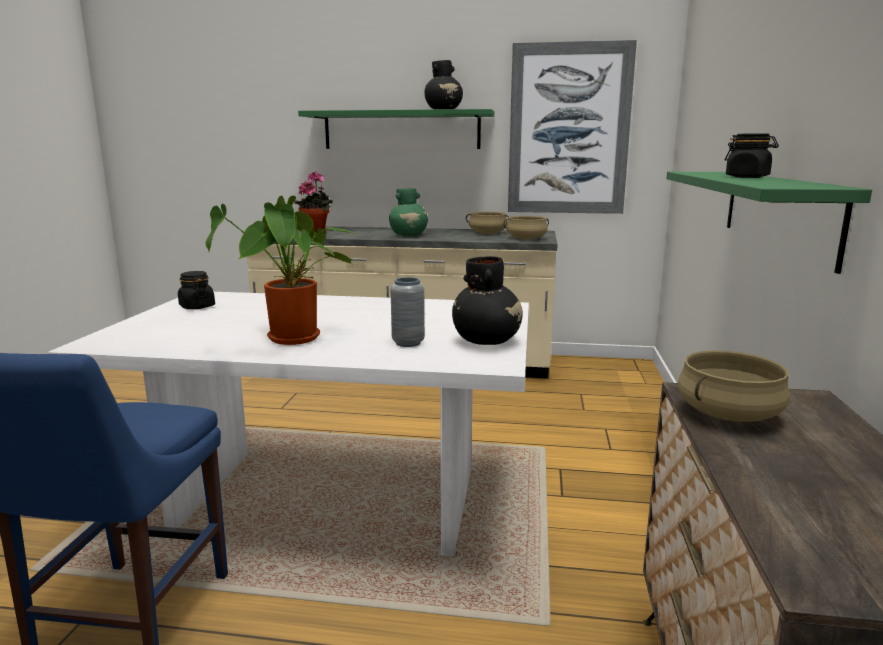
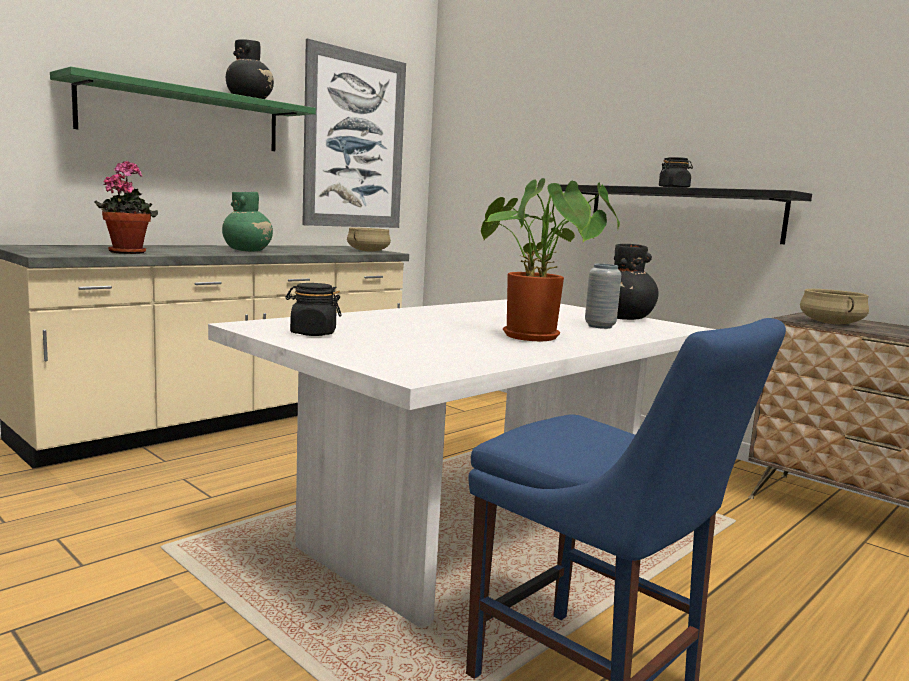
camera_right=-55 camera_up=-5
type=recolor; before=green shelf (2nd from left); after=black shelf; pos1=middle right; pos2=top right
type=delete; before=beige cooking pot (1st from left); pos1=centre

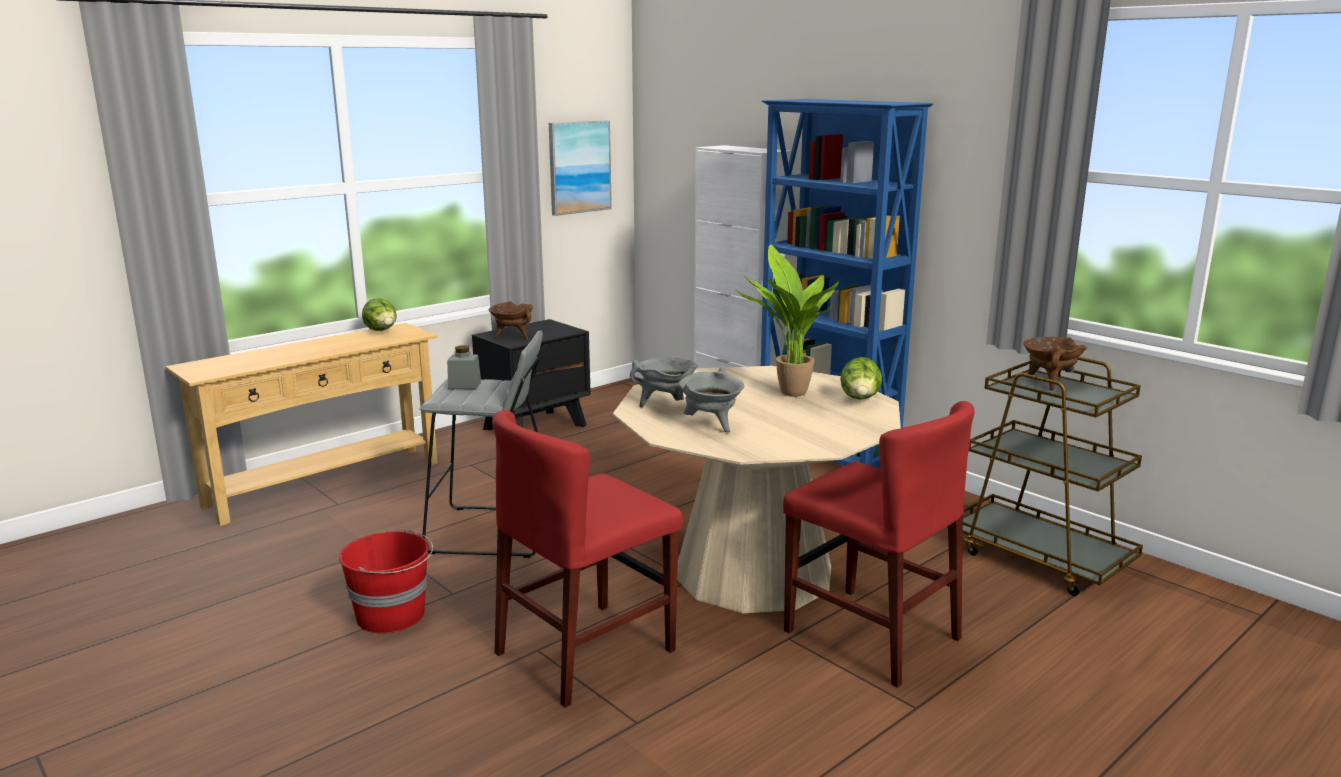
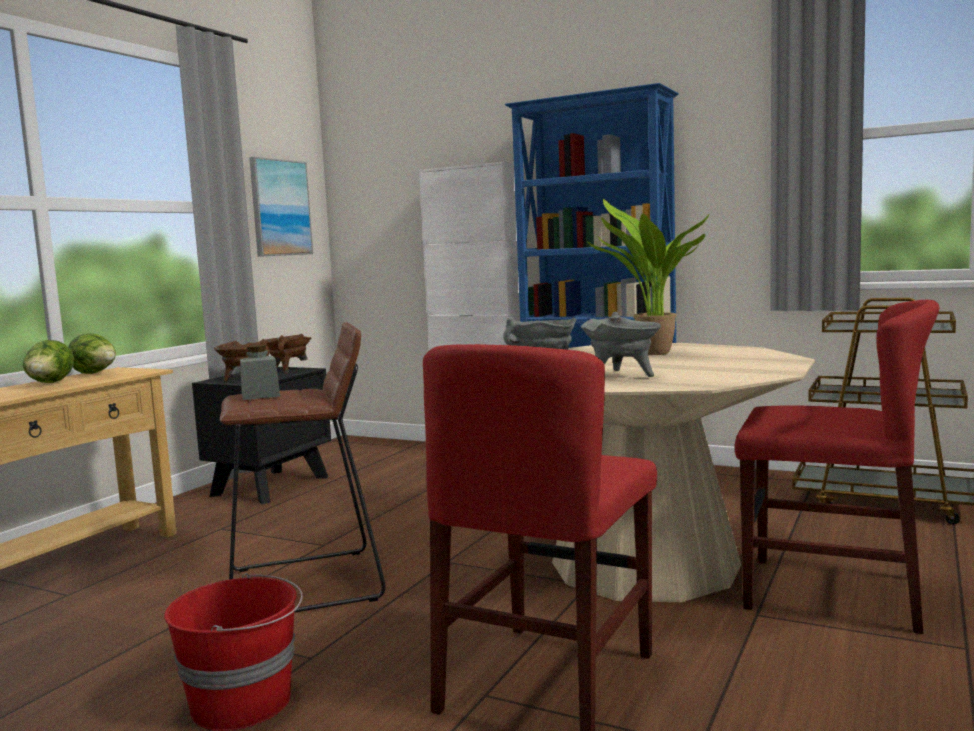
camera_right=-20 camera_up=-10
type=move; before=lettuce (2nd from left in the first image); after=lettuce (1st from left); pos1=centre; pos2=middle left
type=recolor; before=grey stool; after=brown stool; pos1=centre; pos2=middle left
type=move; before=brown cooking pot (2nd from left); pos1=middle right; pos2=middle left

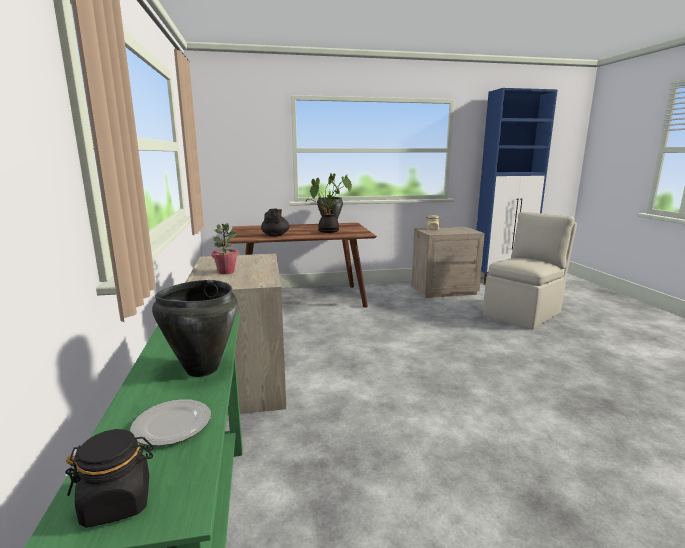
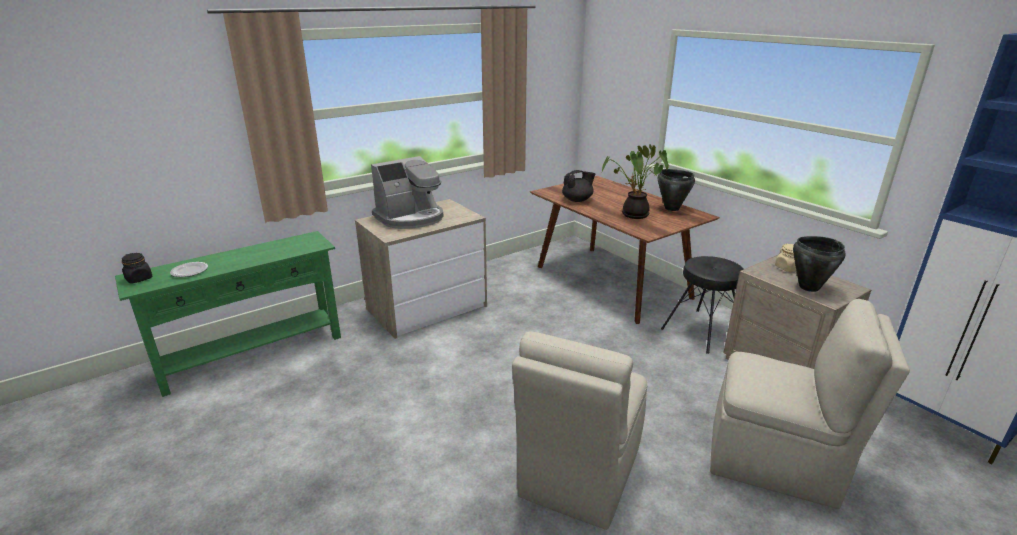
camera_right=65 camera_up=10
type=replace; before=potted plant (1st from left); after=coffee machine; pos1=middle left; pos2=centre
type=insert; after=beige chair (1st from left); pos2=bottom centre
type=insert; after=black stool; pos2=middle right
type=move; before=black cooking pot (1st from left in the first image); after=black cooking pot (2nd from left); pos1=middle left; pos2=middle right

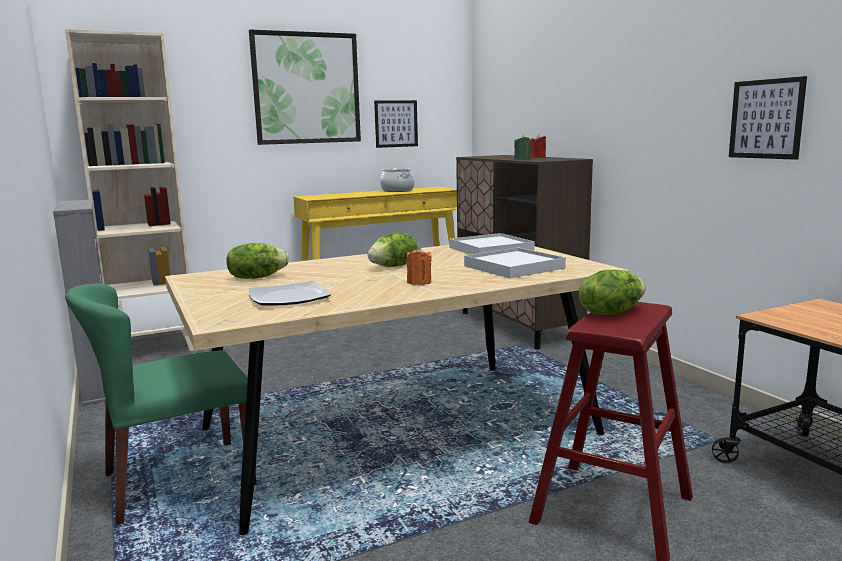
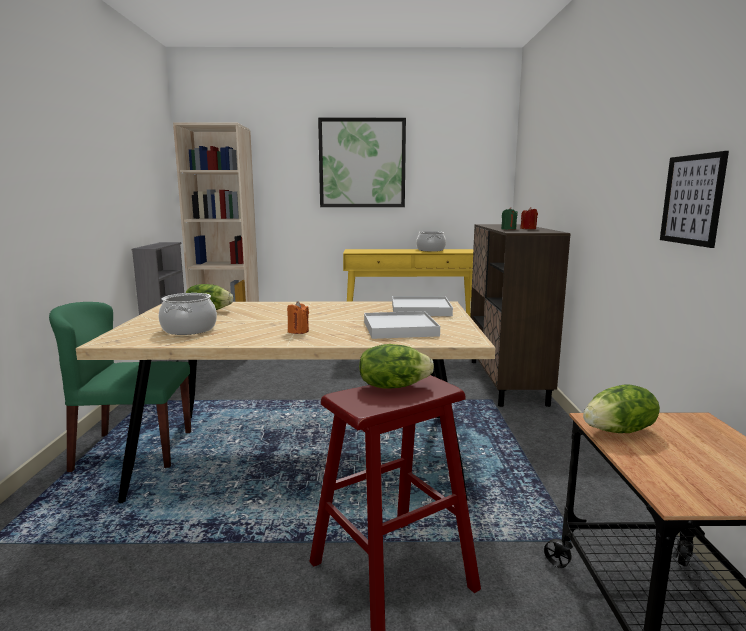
camera_right=25 camera_up=0
type=replace; before=plate; after=cooking pot (1st from left); pos1=centre; pos2=middle left
type=move; before=lettuce (2nd from left in the first image); after=lettuce (3rd from left); pos1=centre; pos2=middle right
type=delete; before=picture (2nd from left); pos1=top centre

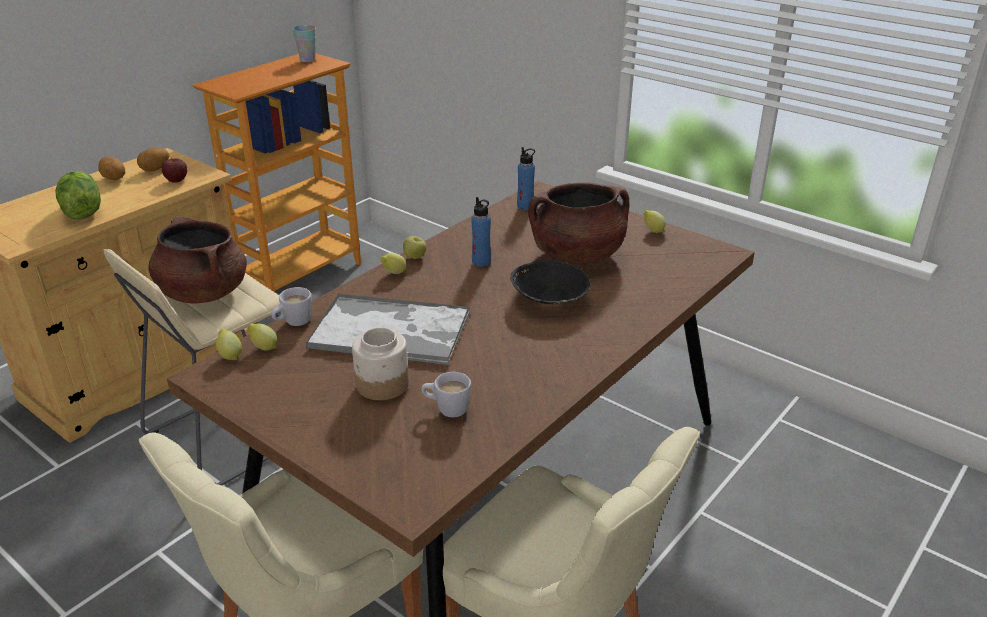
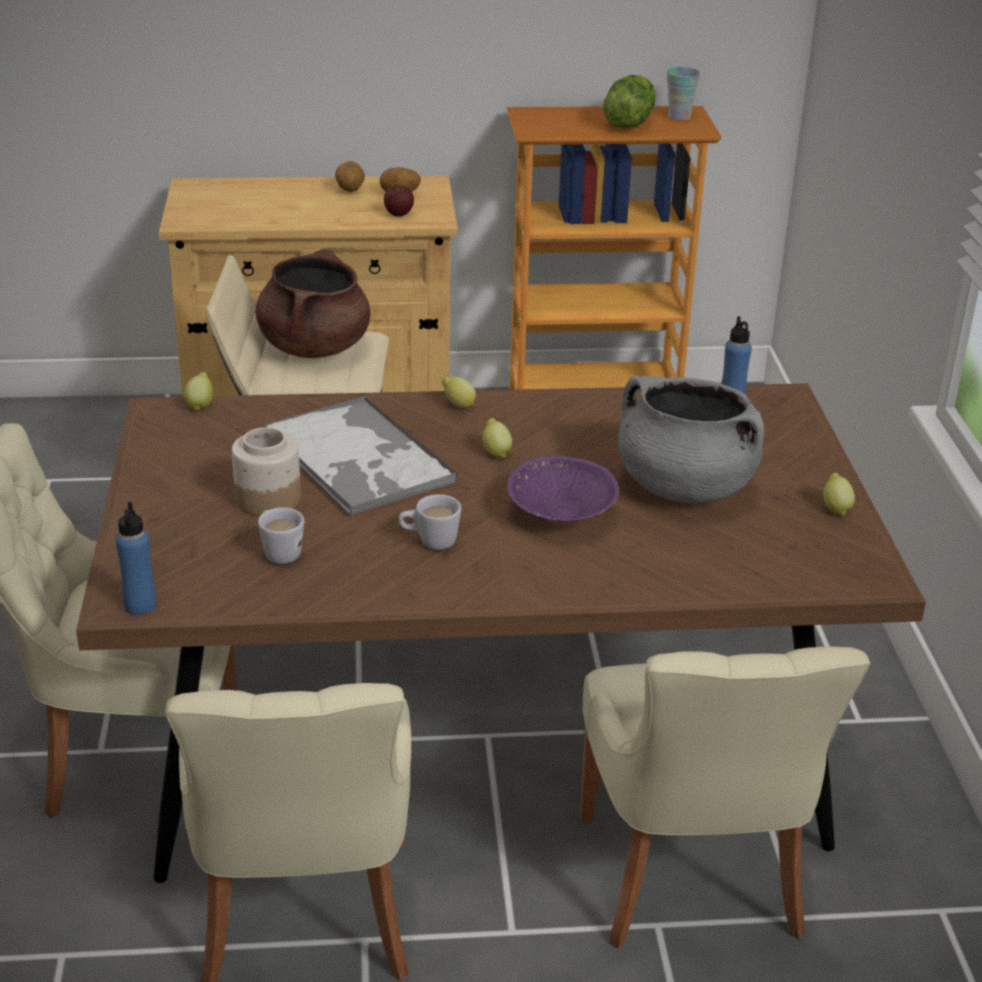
camera_right=45 camera_up=0
type=move; before=blue bottle (1st from left); pos1=centre; pos2=middle left
type=move; before=white mug (1st from left in the first image); after=white mug (2nd from left); pos1=middle left; pos2=centre
type=move; before=lemon (2nd from left in the first image); after=lemon (3rd from left); pos1=middle left; pos2=centre
type=recolor; before=black bowl; after=purple bowl; pos1=centre; pos2=centre
type=insert; after=beige chair (3rd from left); pos2=bottom right
type=move; before=lettuce; pos1=top left; pos2=top centre
type=recolor; before=brown cooking pot (2nd from left); after=grey cooking pot; pos1=centre; pos2=middle right
type=delete; before=apple (2nd from left); pos1=centre

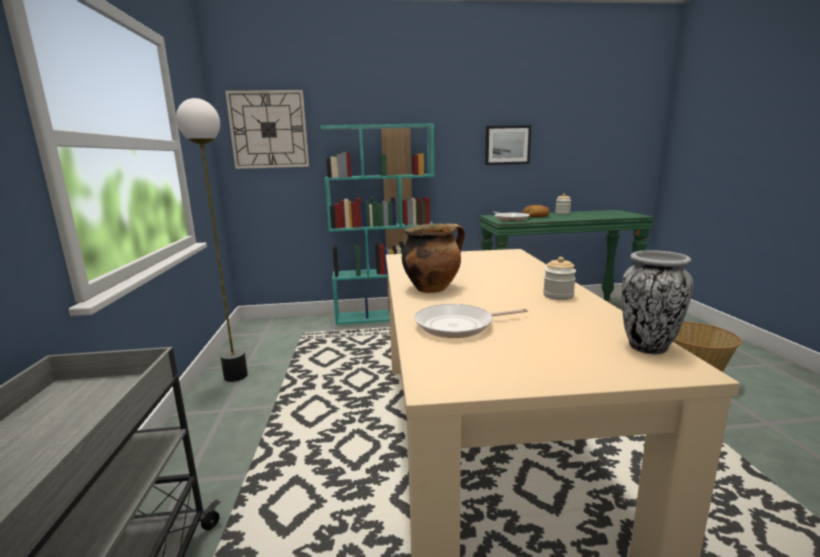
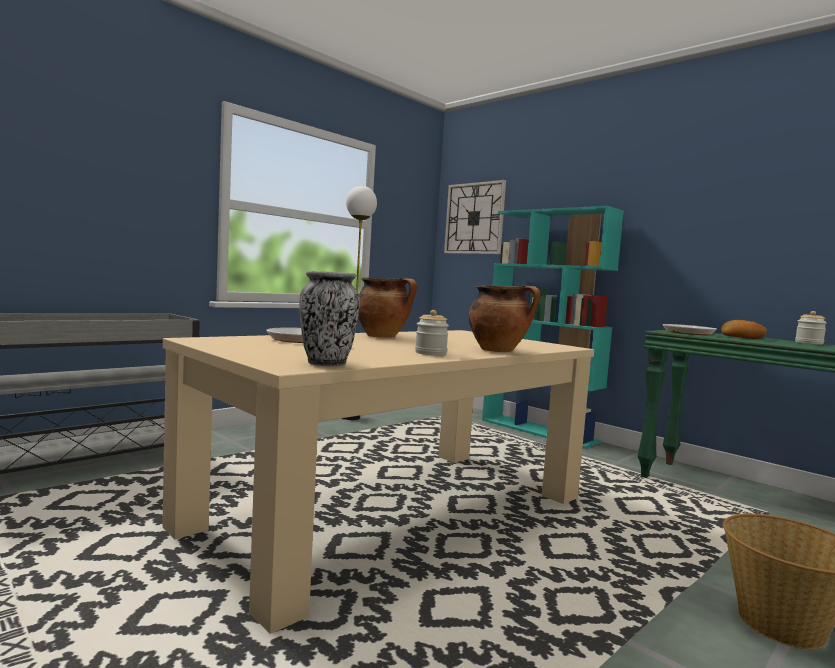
camera_right=50 camera_up=-10
type=insert; after=cooking pot (2nd from left); pos2=centre
type=delete; before=picture; pos1=top centre

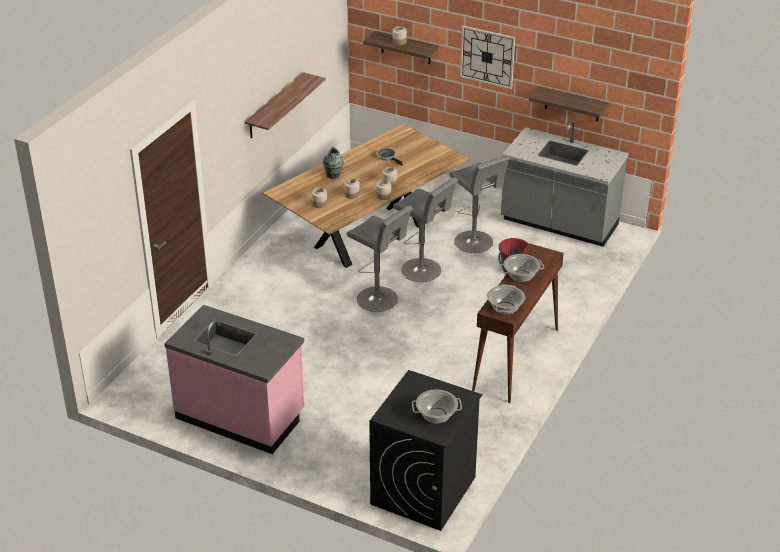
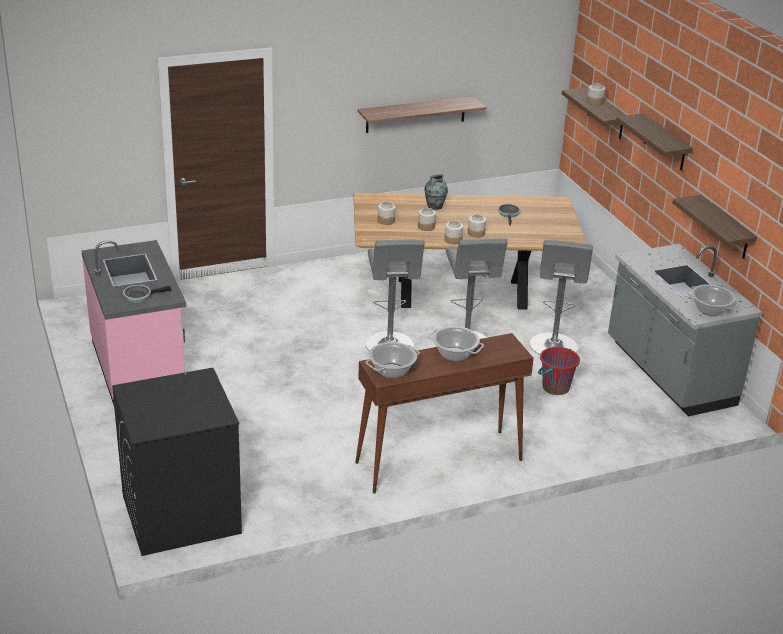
camera_right=40 camera_up=-5
type=insert; after=frying pan (1st from left); pos2=middle left
type=replace; before=wall clock; after=shelf (3rd from left); pos1=top centre; pos2=top right
type=move; before=cooking pot (1st from left in the first image); after=cooking pot (3rd from left); pos1=bottom centre; pos2=middle right

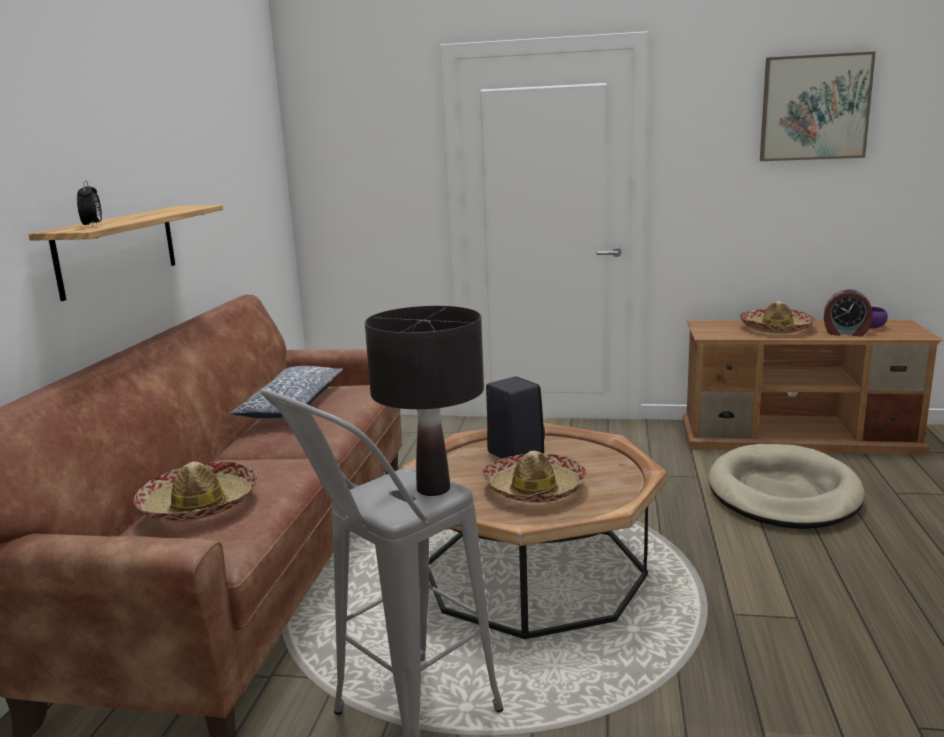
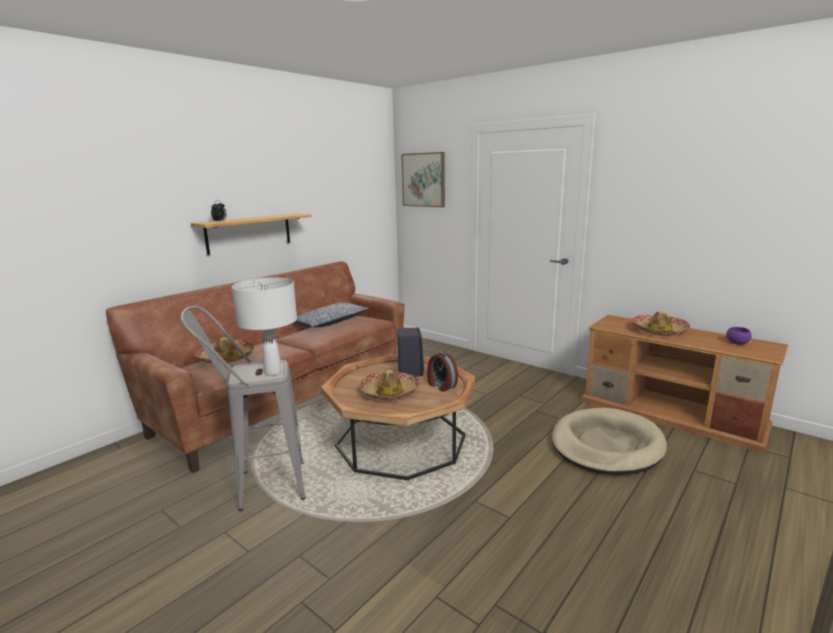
camera_right=30 camera_up=0
type=recolor; before=black table lamp; after=white table lamp; pos1=centre; pos2=middle left
type=move; before=picture; pos1=top right; pos2=top centre
type=move; before=alarm clock (2nd from left); pos1=middle right; pos2=centre

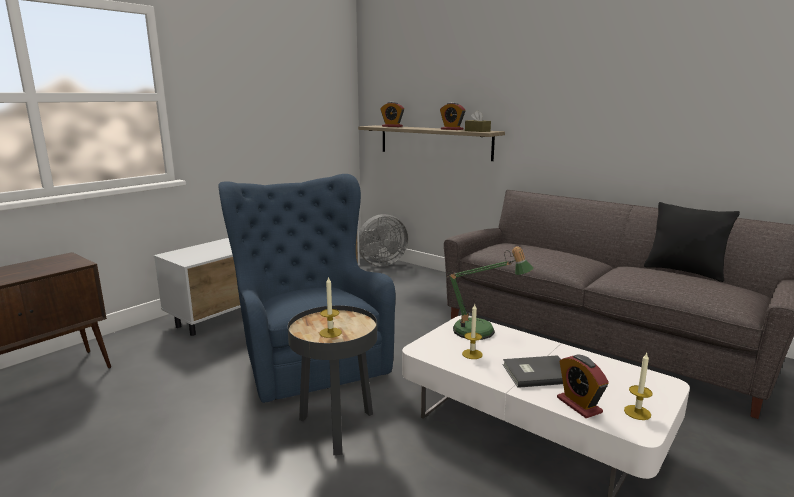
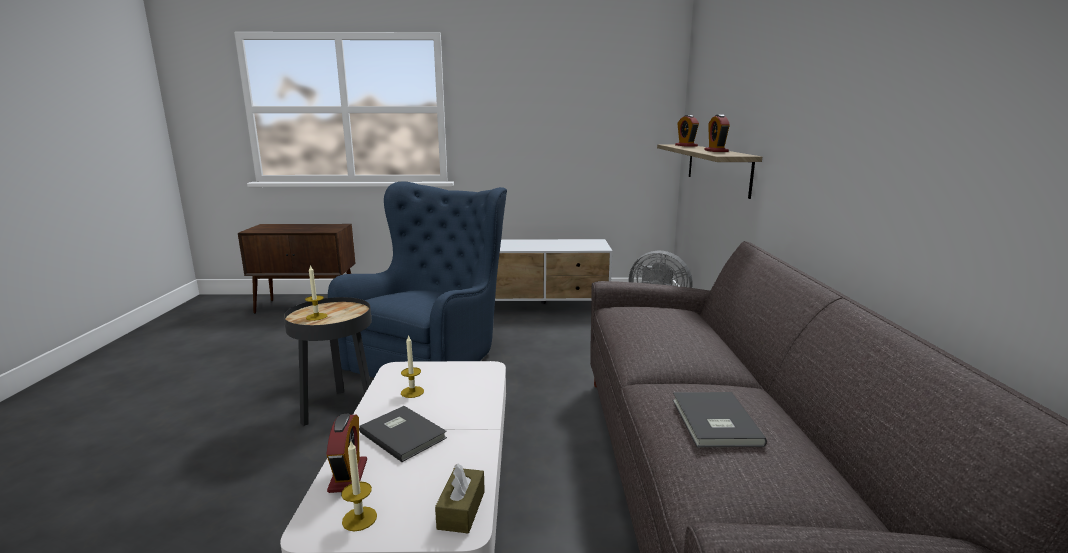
camera_right=50 camera_up=0
type=rotate; before=alarm clock (3rd from left in the first image); pos1=bottom right; pos2=bottom left; turn=150
type=move; before=brown tissue box; pos1=top centre; pos2=bottom centre
type=insert; after=grey book (2nd from left); pos2=bottom right
type=delete; before=table lamp; pos1=centre
type=delete; before=black pillow; pos1=middle right

